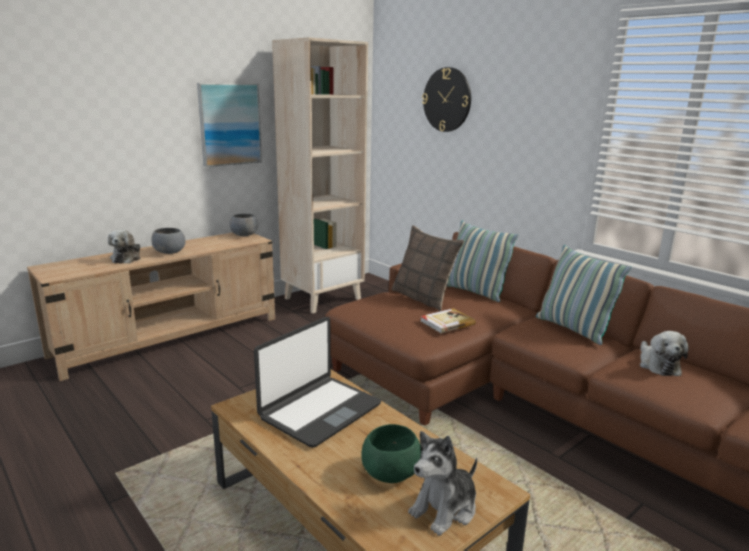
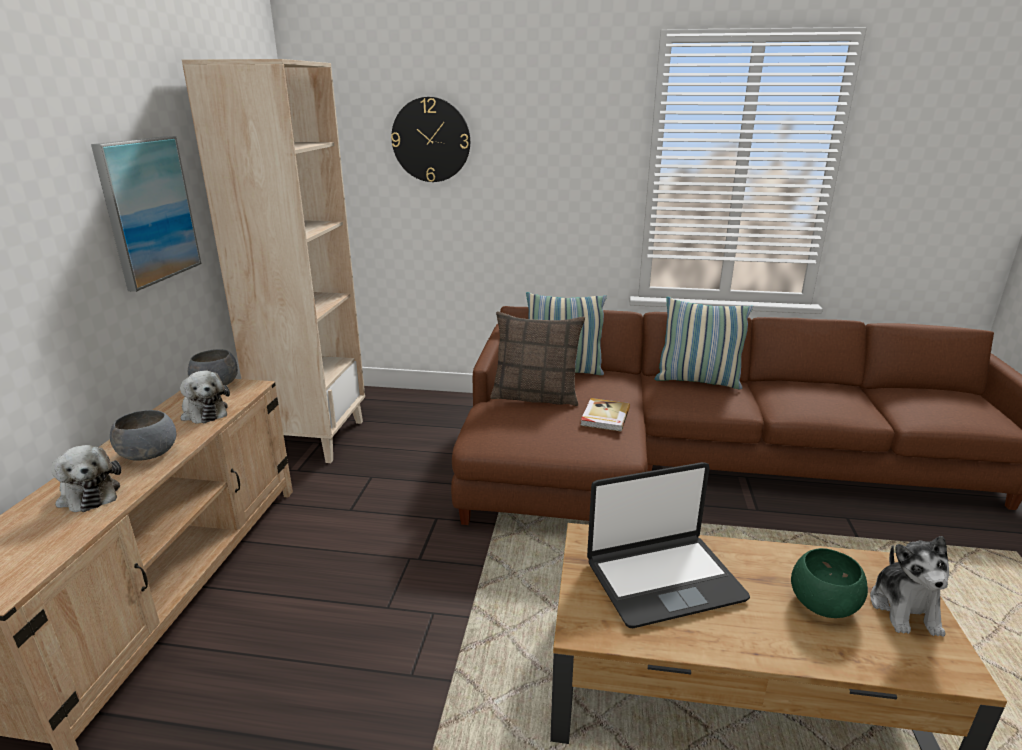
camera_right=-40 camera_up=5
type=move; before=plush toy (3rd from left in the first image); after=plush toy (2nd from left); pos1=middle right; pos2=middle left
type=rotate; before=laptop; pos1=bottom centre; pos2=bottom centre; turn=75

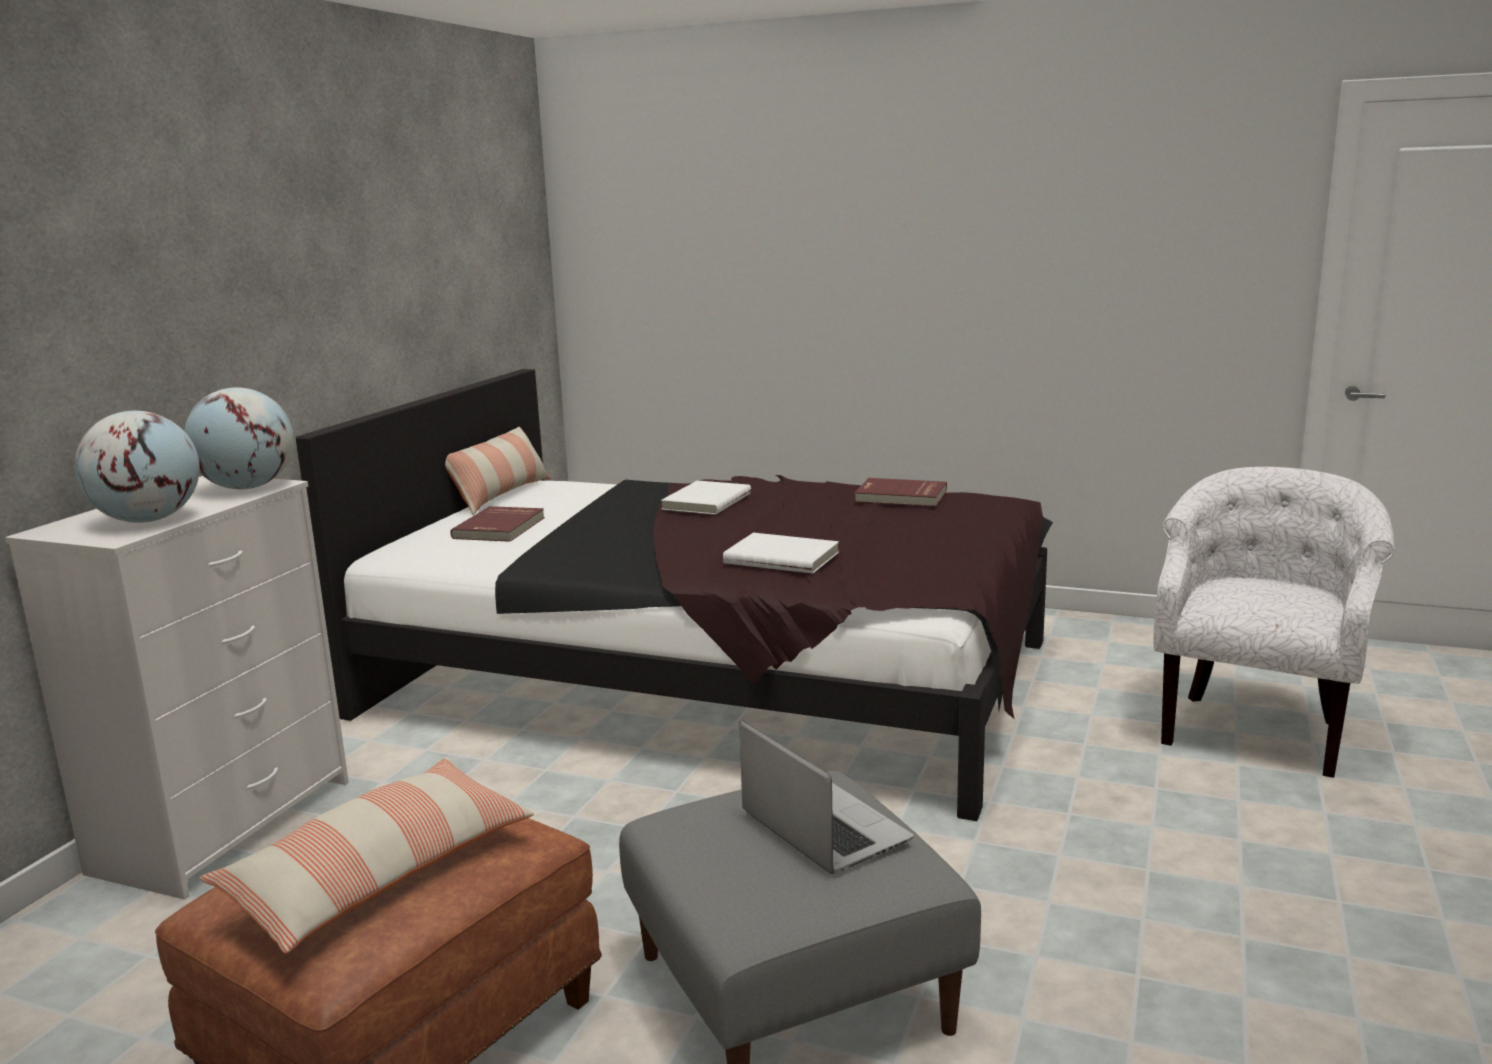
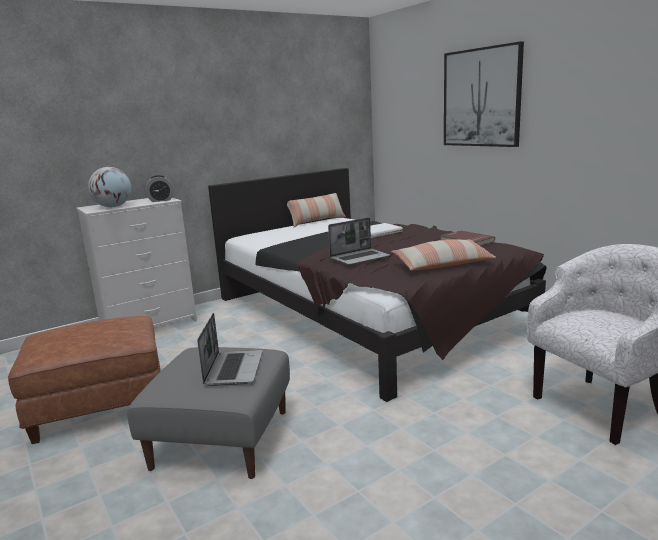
camera_right=35 camera_up=0
type=replace; before=globe (2nd from left); after=alarm clock; pos1=middle left; pos2=middle left
type=replace; before=white book (2nd from left); after=laptop (2nd from left); pos1=centre; pos2=centre
type=move; before=pillow (1st from left in the first image); after=pillow (2nd from left); pos1=bottom left; pos2=middle right
type=insert; after=picture; pos2=top right
type=delete; before=red book (1st from left); pos1=middle left

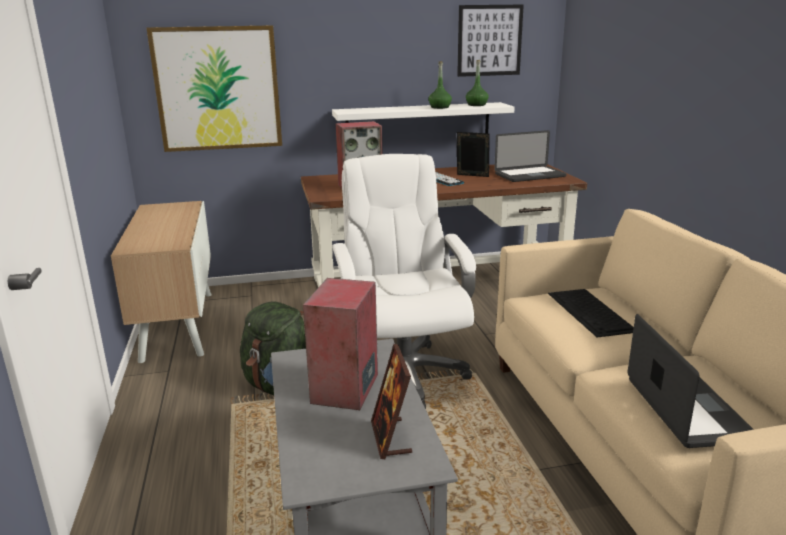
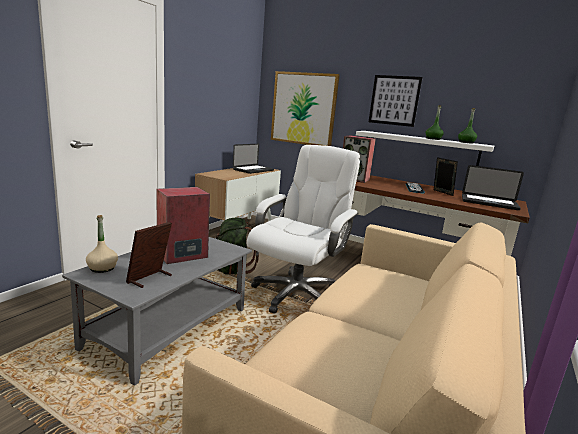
camera_right=40 camera_up=-5
type=insert; after=beige bottle; pos2=middle left
type=move; before=laptop (2nd from left in the first image); after=laptop (1st from left); pos1=bottom right; pos2=centre
type=move; before=picture (2nd from left); pos1=top centre; pos2=top right
type=delete; before=keyboard (2nd from left); pos1=middle right

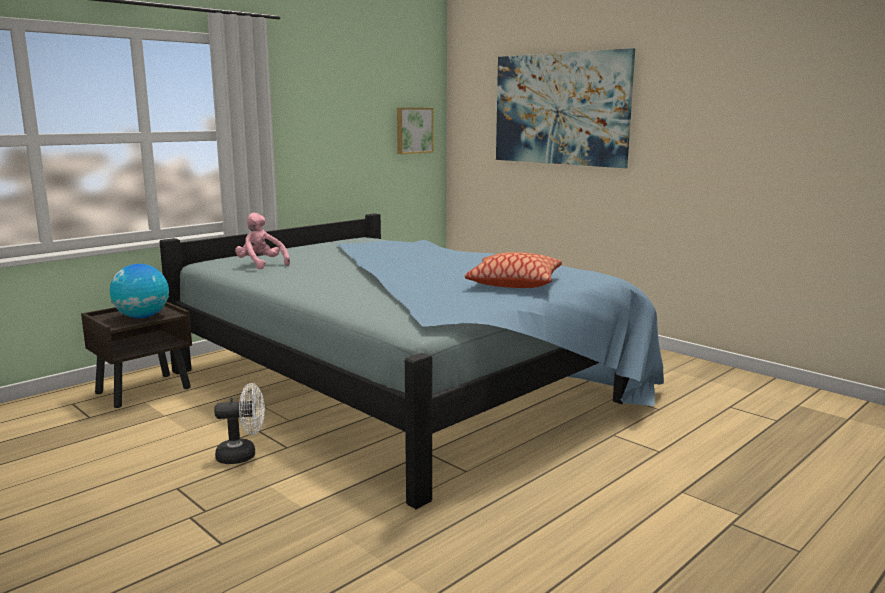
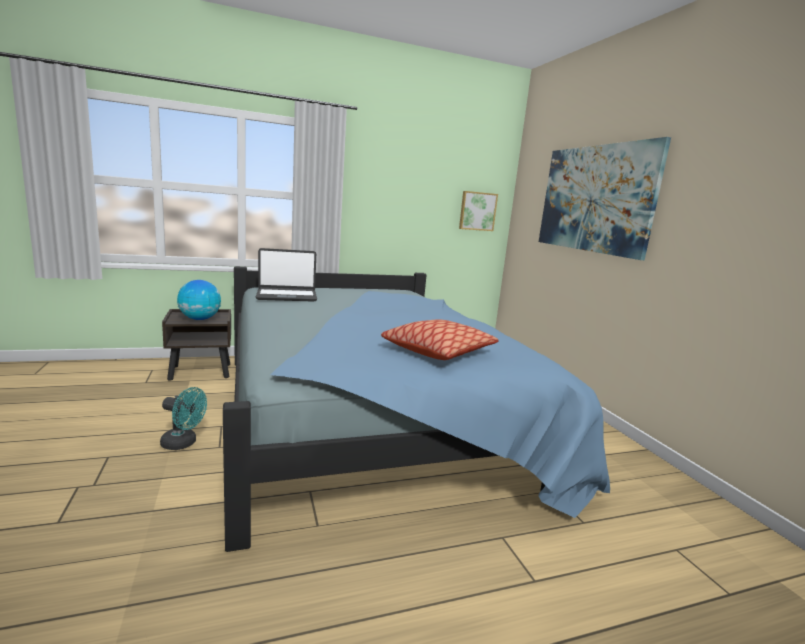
camera_right=25 camera_up=0
type=recolor; before=white fan; after=turquoise fan; pos1=bottom left; pos2=middle left
type=replace; before=pink plush toy; after=laptop; pos1=middle left; pos2=centre

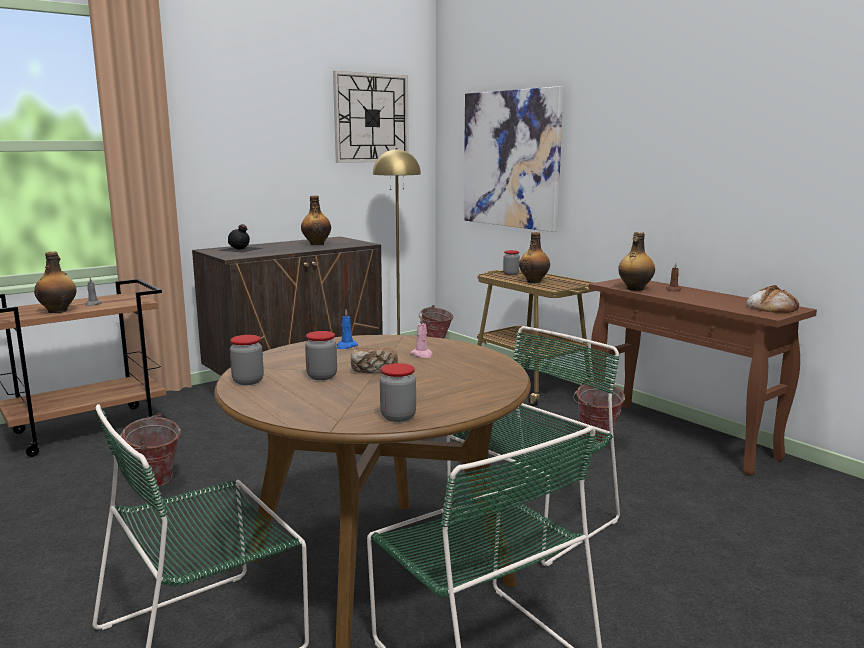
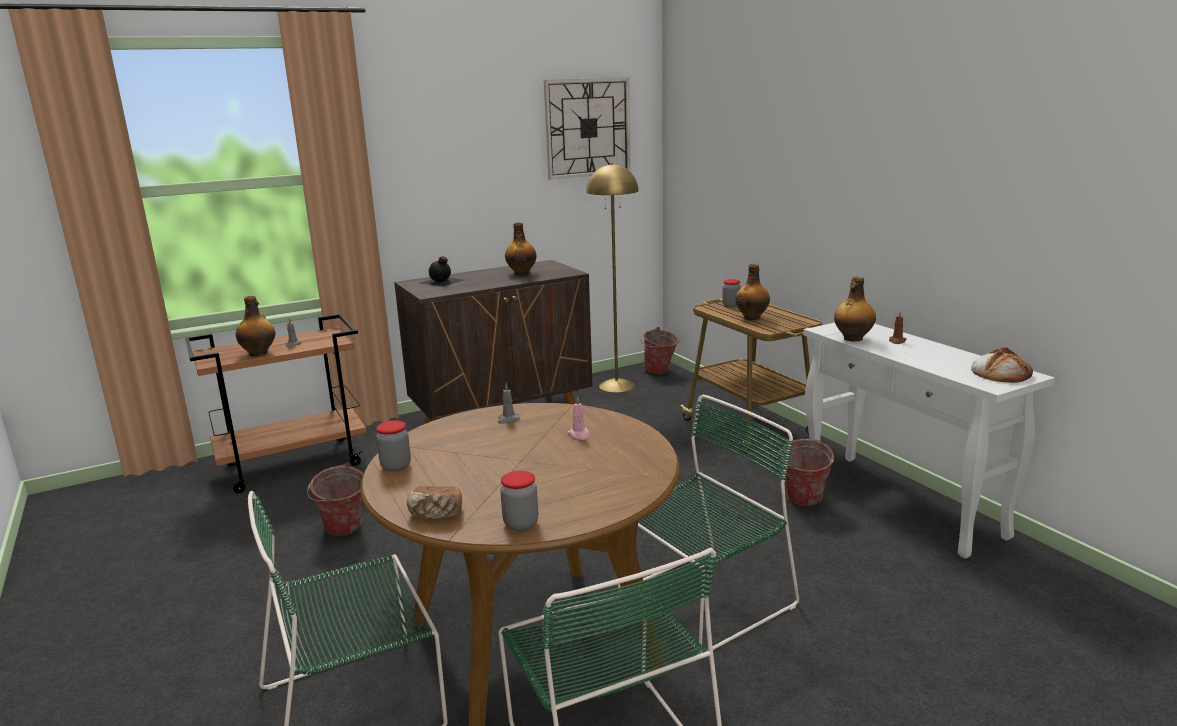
camera_right=10 camera_up=5
type=move; before=bread (1st from left); pos1=centre; pos2=bottom centre
type=recolor; before=blue candle; after=grey candle (2nd from left); pos1=centre; pos2=centre
type=recolor; before=brown console table; after=white console table; pos1=middle right; pos2=middle right
type=delete; before=jar (2nd from left); pos1=centre
type=delete; before=picture; pos1=top centre

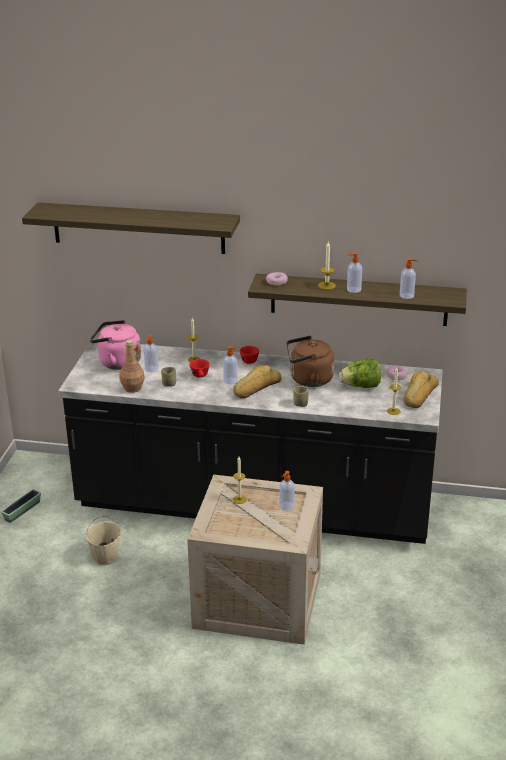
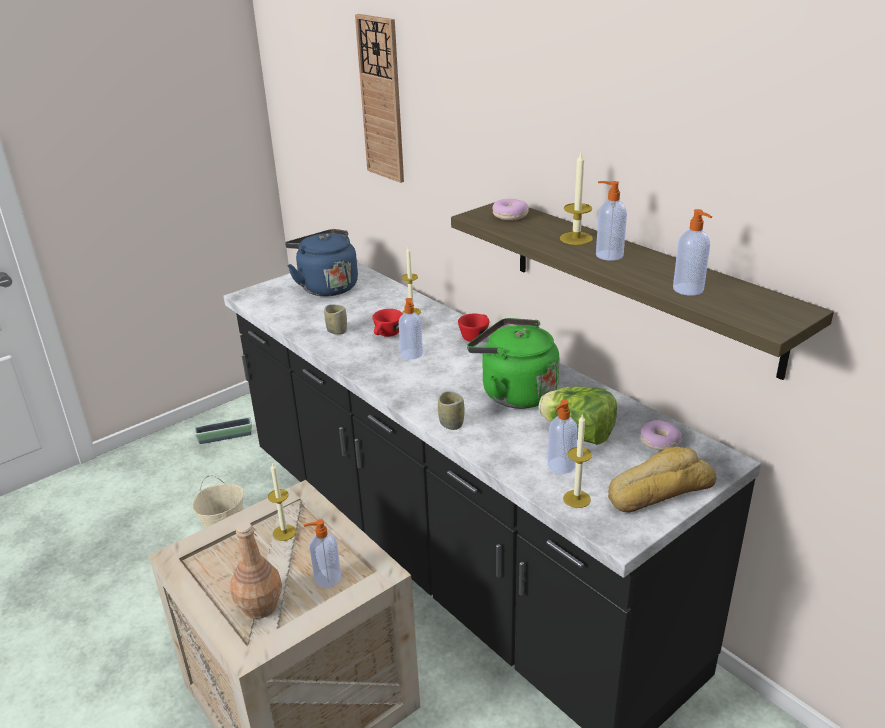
camera_right=40 camera_up=0
type=move; before=brown bottle; pos1=middle left; pos2=bottom left
type=recolor; before=pink kettle; after=blue kettle; pos1=middle left; pos2=centre
type=replace; before=shelf (1st from left); after=wall clock; pos1=top left; pos2=top centre
type=recolor; before=brown kettle; after=green kettle; pos1=centre; pos2=centre
type=move; before=soap dispenser (1st from left in the first image); after=soap dispenser (3rd from left); pos1=middle left; pos2=centre
type=delete; before=bread (1st from left); pos1=centre

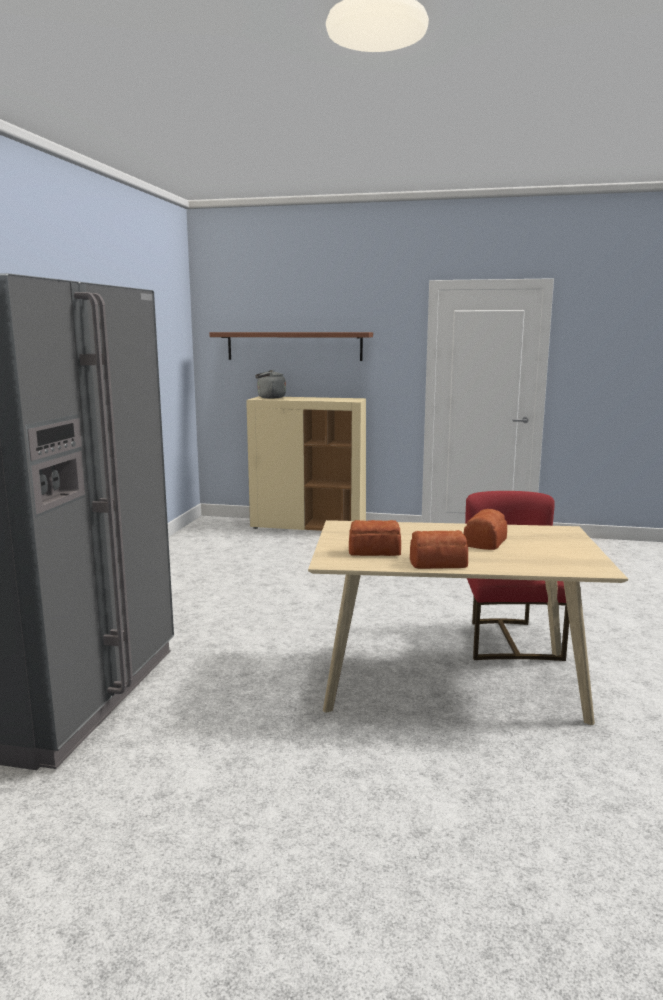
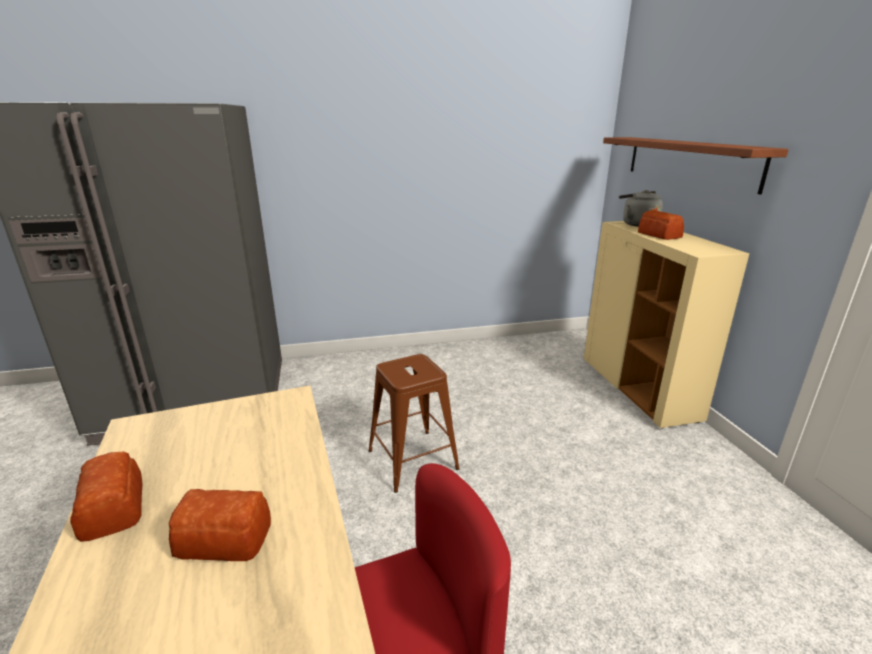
camera_right=65 camera_up=10
type=insert; after=brown stool; pos2=centre
type=move; before=bread (1st from left in the first image); after=bread (3rd from left); pos1=centre; pos2=middle right

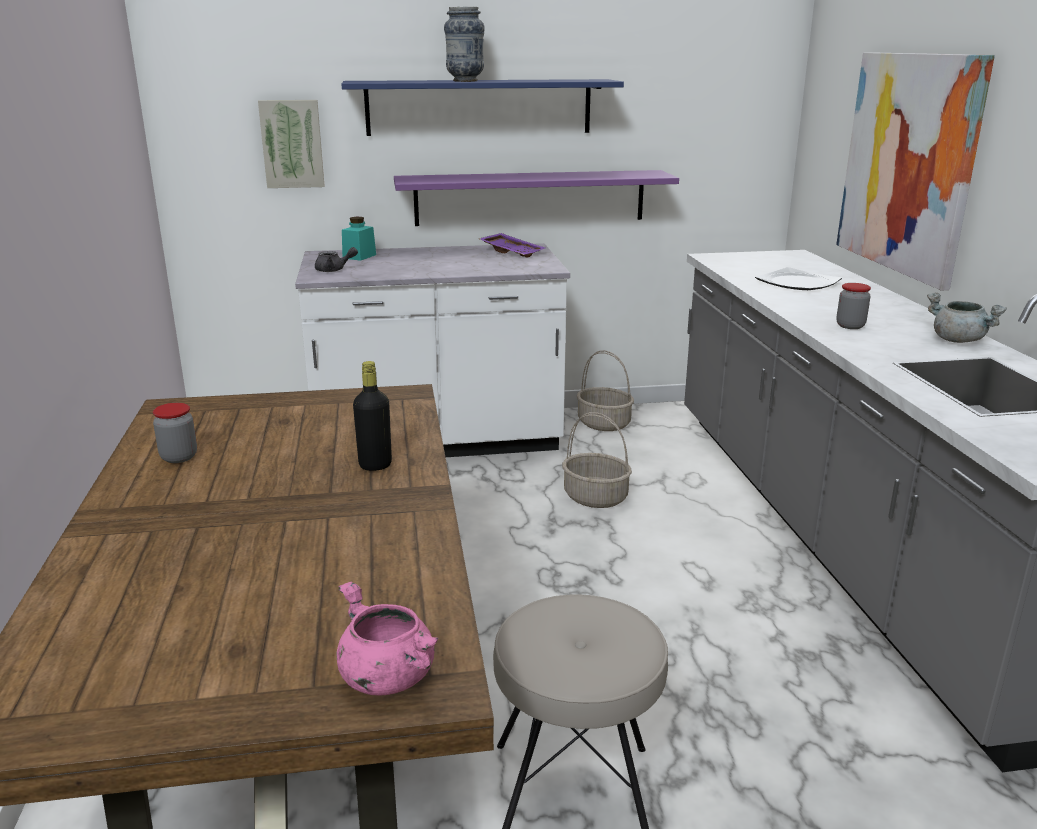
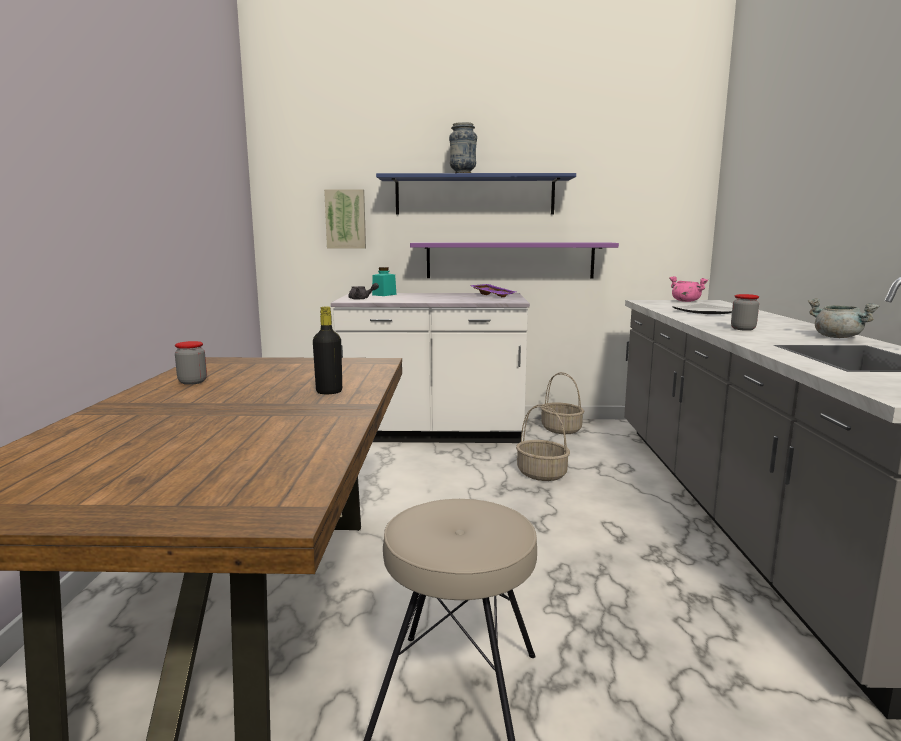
camera_right=10 camera_up=-10
type=move; before=pink cooking pot; pos1=bottom centre; pos2=middle right
type=delete; before=picture (2nd from left); pos1=top right

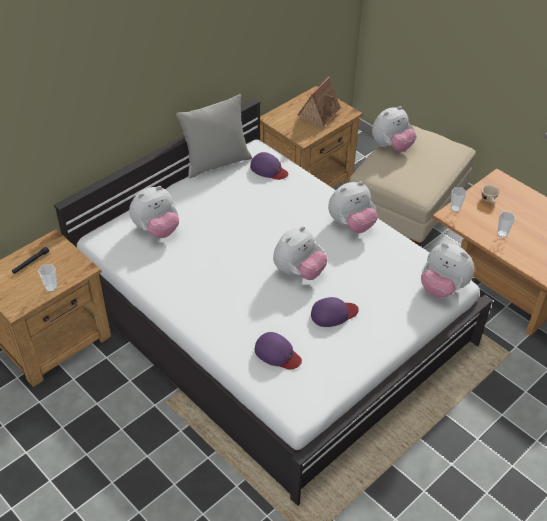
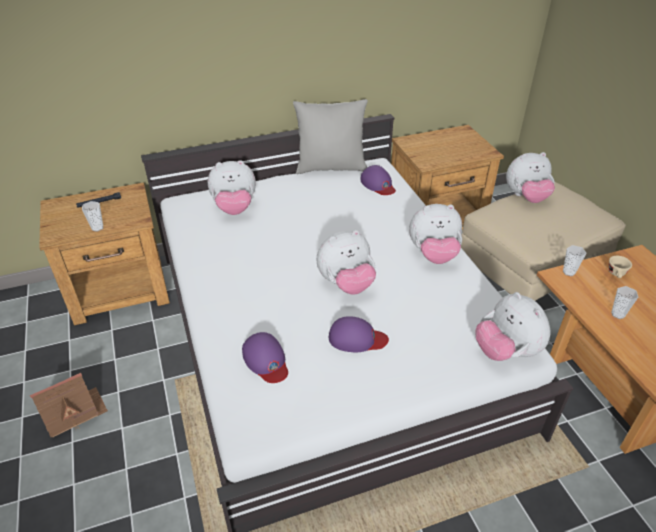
camera_right=25 camera_up=-5
type=move; before=toy house; pos1=top centre; pos2=bottom left

